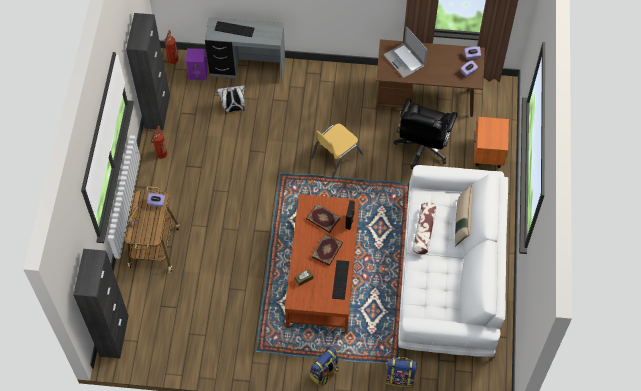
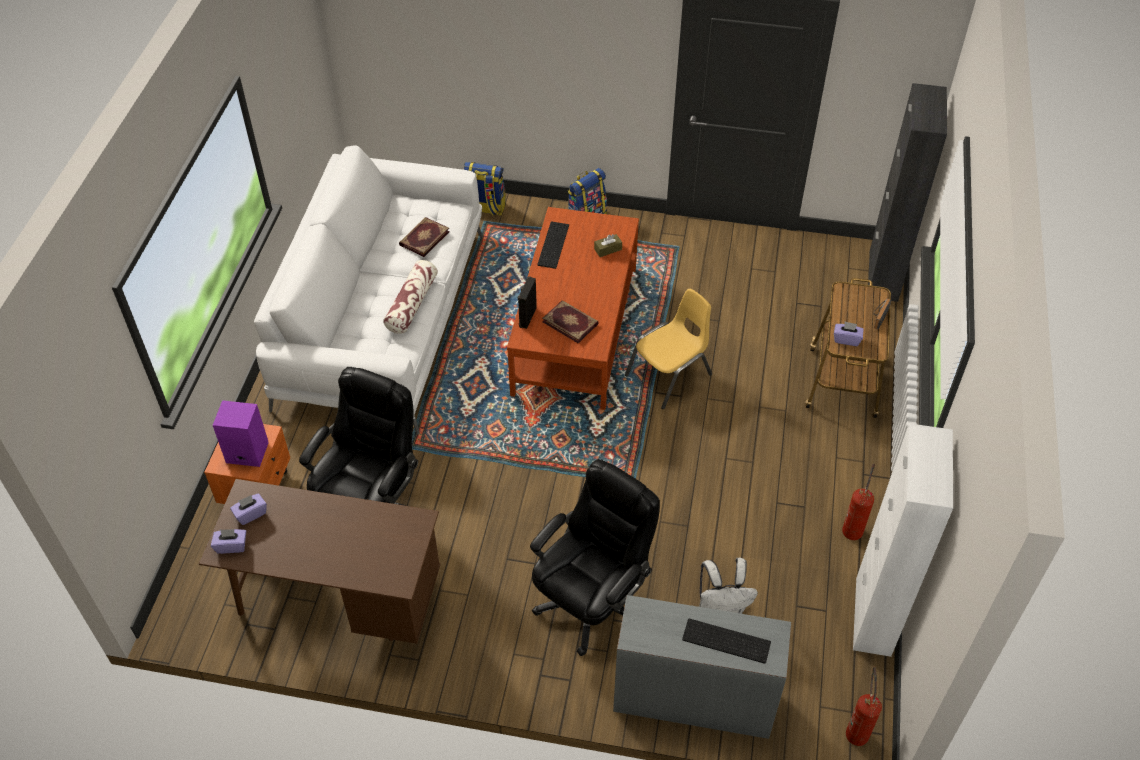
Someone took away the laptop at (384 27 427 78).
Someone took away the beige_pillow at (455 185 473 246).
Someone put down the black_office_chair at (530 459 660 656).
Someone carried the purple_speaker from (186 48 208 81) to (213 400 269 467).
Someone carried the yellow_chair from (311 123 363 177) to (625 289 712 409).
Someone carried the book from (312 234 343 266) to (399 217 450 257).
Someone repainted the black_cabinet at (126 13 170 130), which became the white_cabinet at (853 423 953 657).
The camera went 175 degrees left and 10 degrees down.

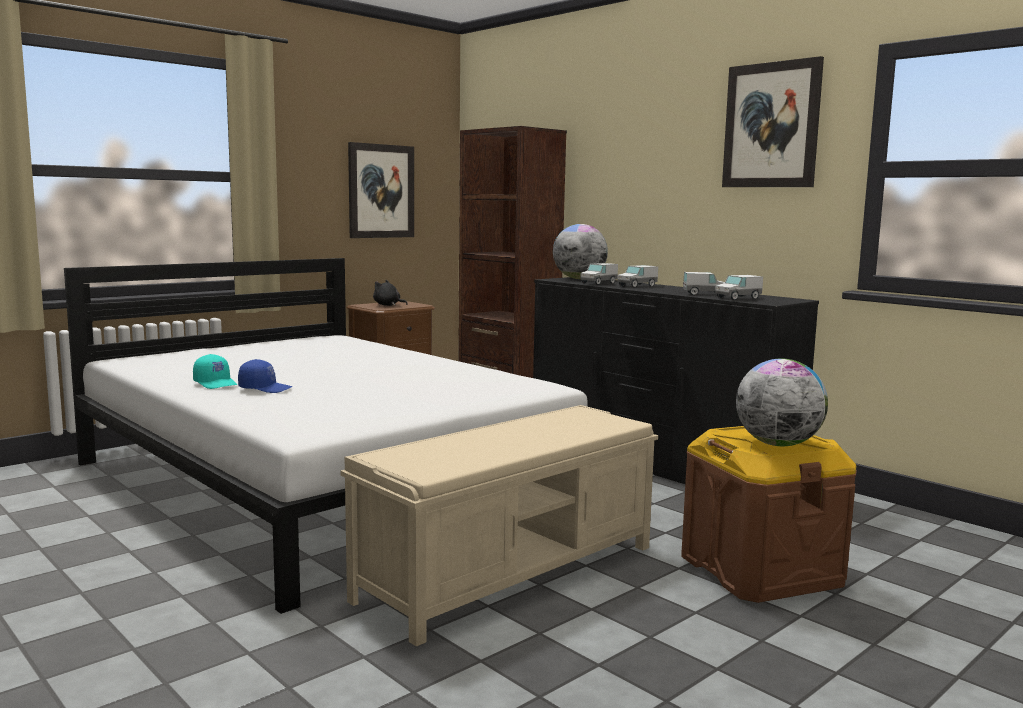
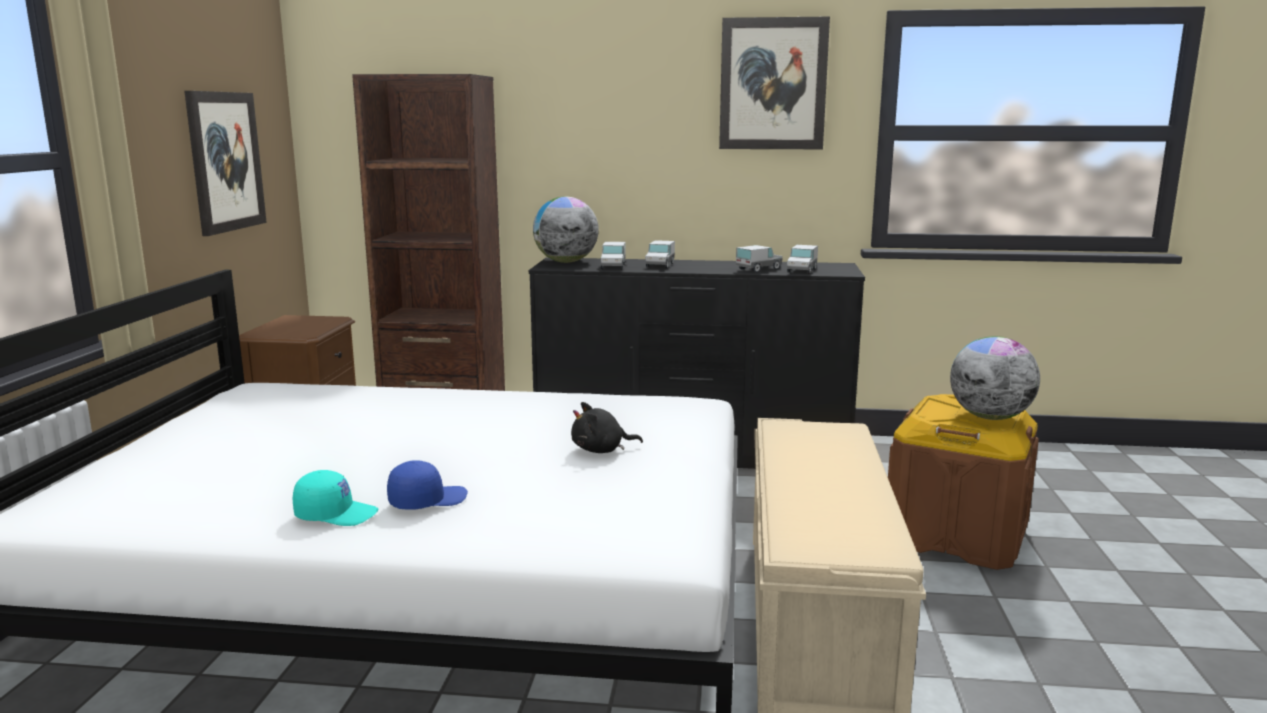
Someone carried the black_plush_toy from (373 280 408 306) to (571 402 643 453).
The camera went 40 degrees left and 5 degrees up.

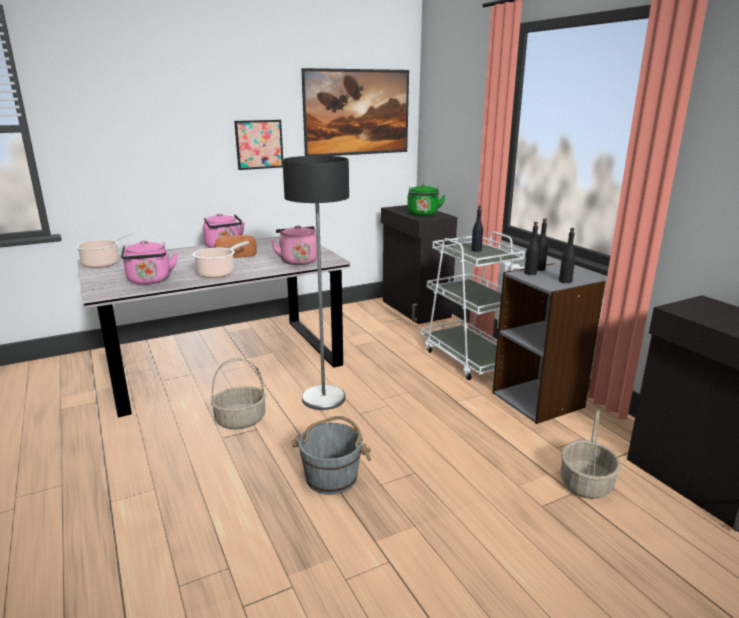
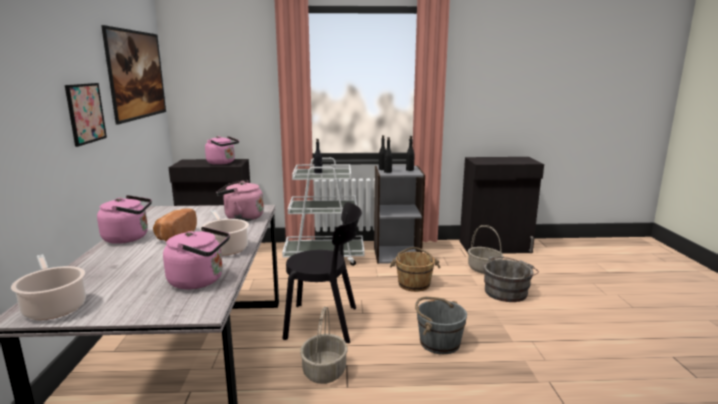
Someone put down the brown_bucket at (390 247 441 292).
Someone put down the grey_bucket at (483 256 539 302).
Someone swapped the floor_lamp at (282 156 349 410) for the black_chair at (283 202 362 343).
Someone repainted the green_kettle at (407 184 446 216), which became the pink_kettle at (205 136 239 165).
The camera went 65 degrees left and 5 degrees down.

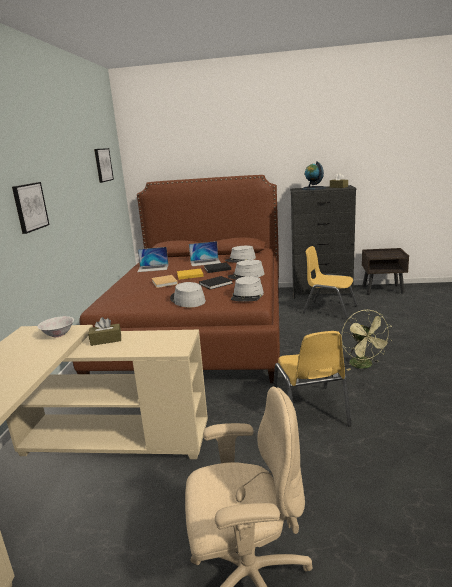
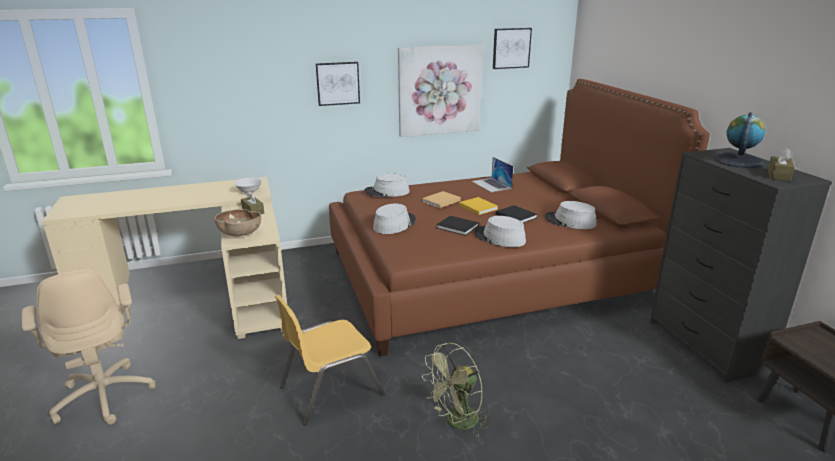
Someone took away the laptop at (189 241 221 266).
Someone took away the yellow_chair at (302 246 358 319).
Someone put down the brown_bowl at (214 209 261 236).
Someone put up the picture at (398 44 483 137).
Someone carried the grey_hat from (231 276 264 302) to (365 174 410 197).
The camera went 65 degrees right and 5 degrees up.

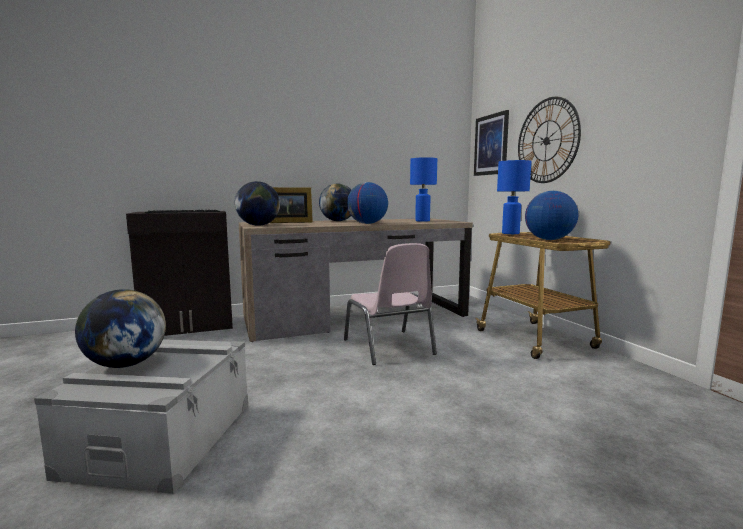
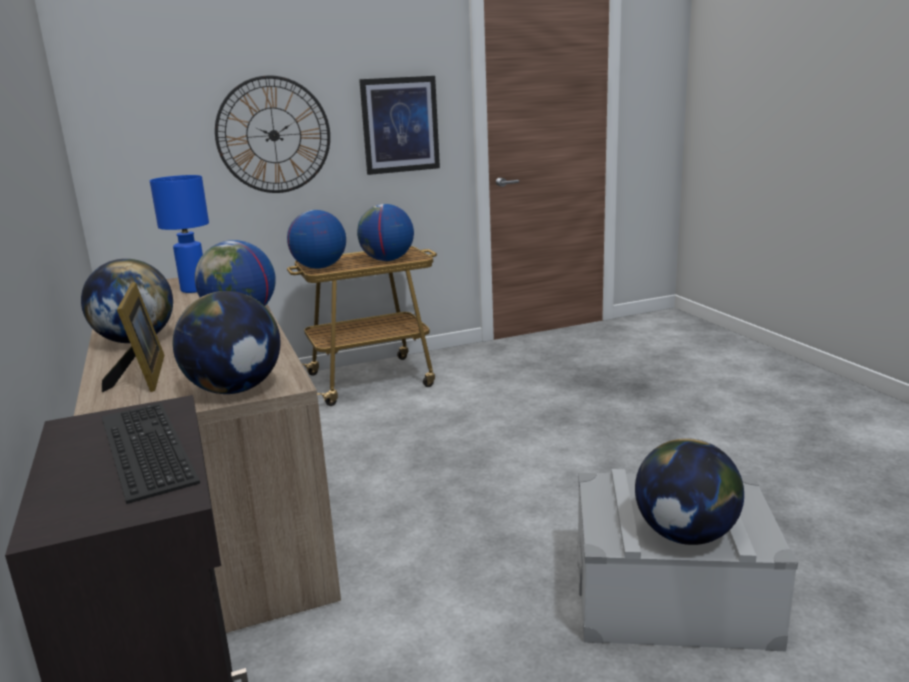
Someone took away the pink_chair at (344 243 437 365).
Someone carried the picture from (474 110 509 176) to (359 76 440 175).
Someone swapped the blue_table_lamp at (497 160 531 234) for the globe at (287 210 346 269).
The camera went 90 degrees left and 10 degrees up.

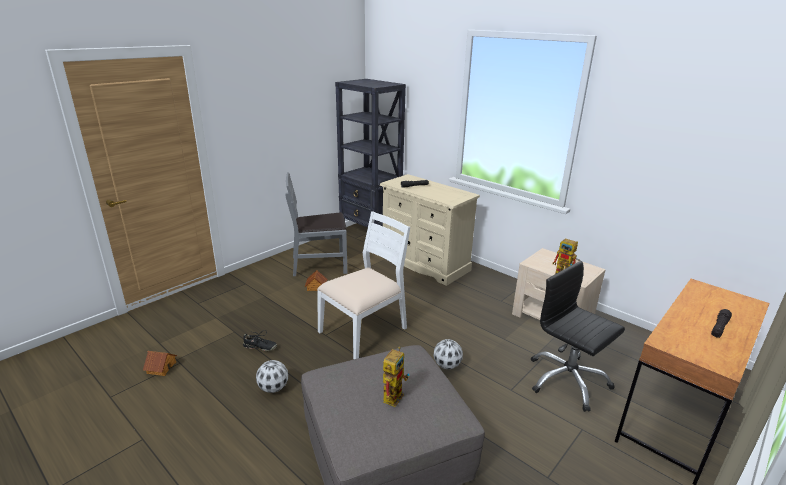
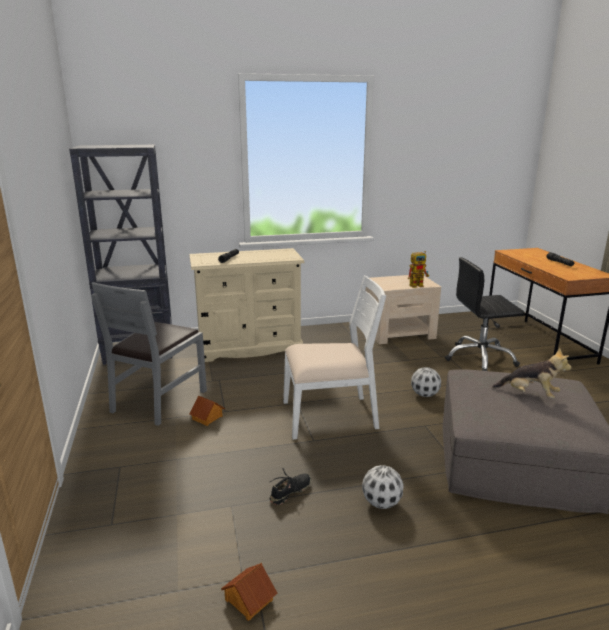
Someone swapped the toy_robot at (383 346 410 407) for the plush_toy at (492 348 572 398).
Someone rotated the white_chair at (317 211 410 359) by 90 degrees clockwise.
The camera went 55 degrees left and 5 degrees down.

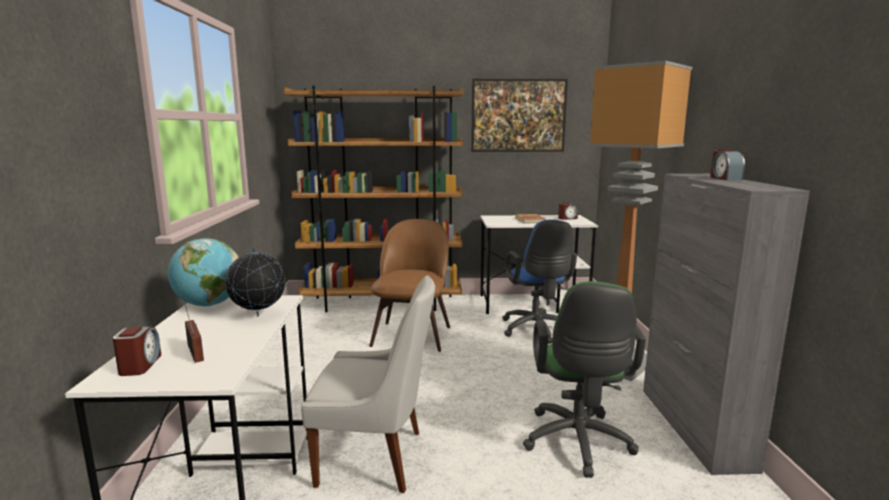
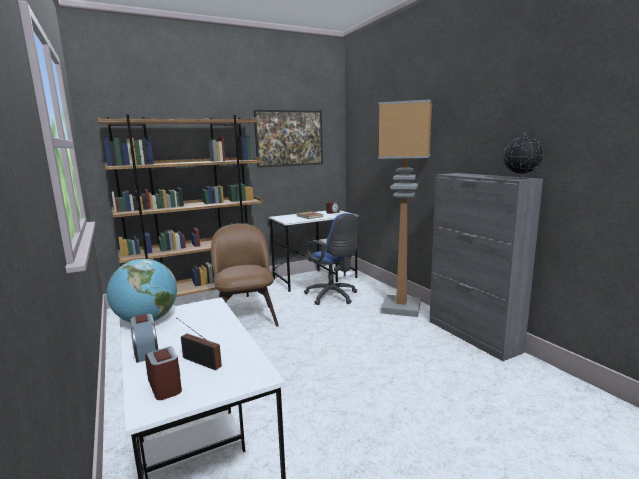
Someone took away the white_chair at (301 275 435 493).
Someone took away the green_office_chair at (523 281 646 478).
Someone carried the globe from (225 246 286 317) to (503 132 543 179).
Someone carried the alarm_clock from (710 149 745 180) to (130 314 158 363).
The camera went 25 degrees left and 0 degrees up.

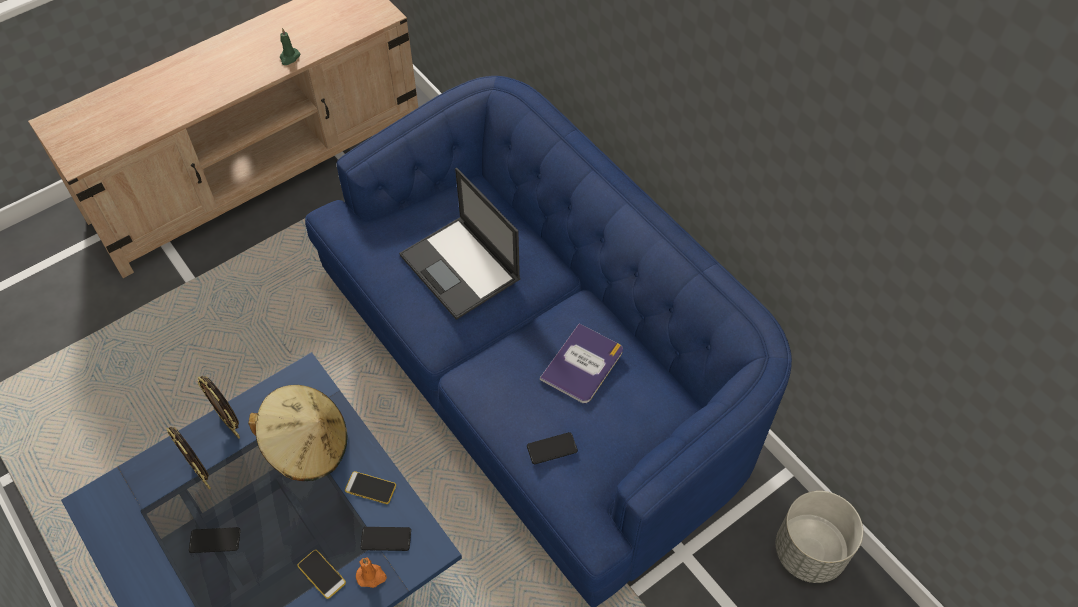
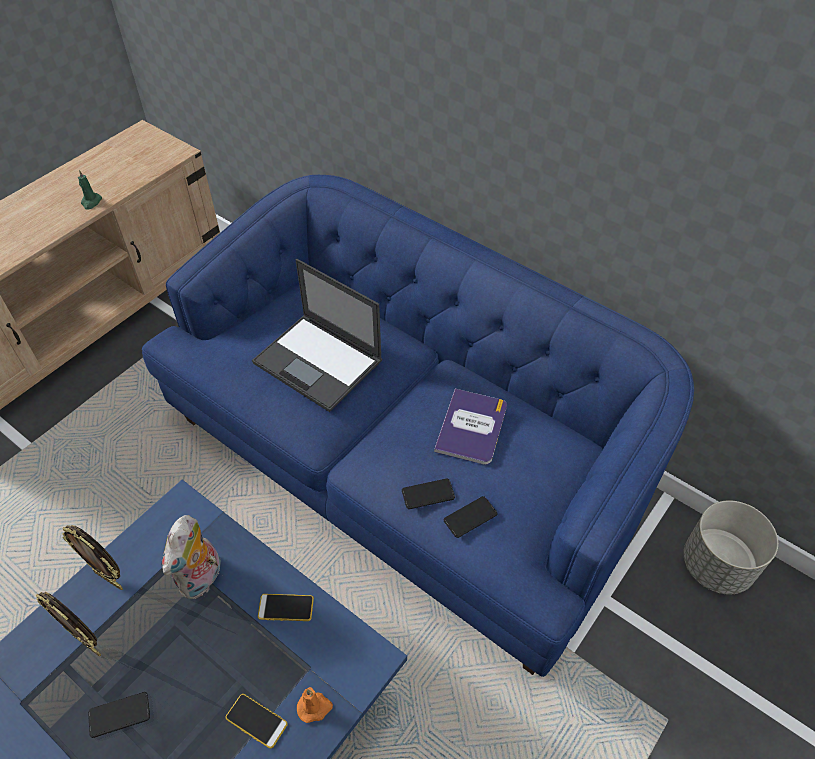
Someone carried the phone from (360 527 411 551) to (402 478 455 509).
Someone swapped the beige_hat at (248 385 347 481) for the plush_toy at (162 515 223 599).
The camera went 15 degrees left and 5 degrees down.

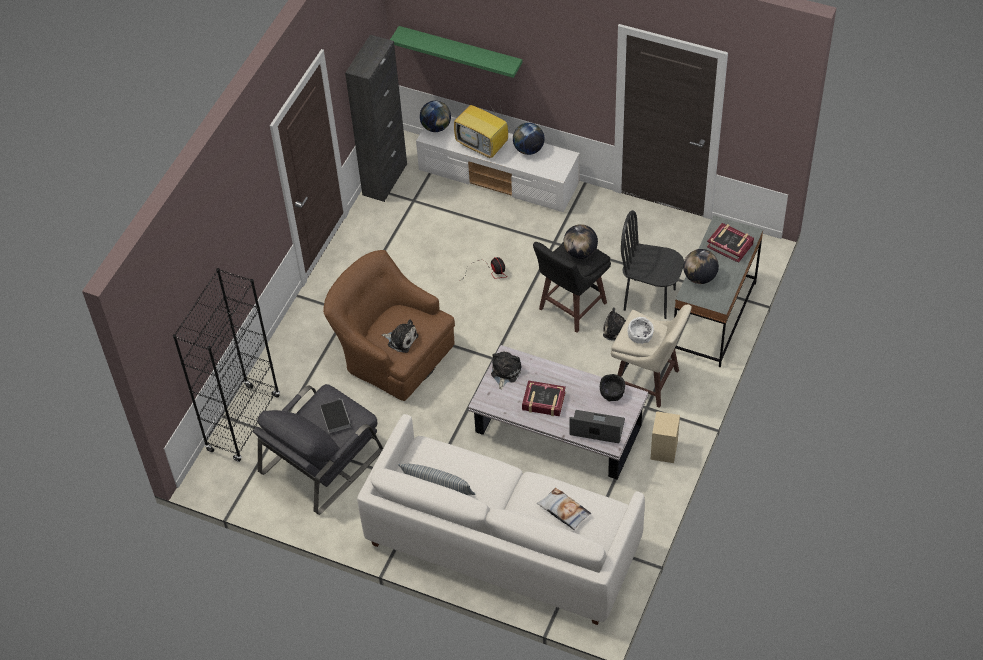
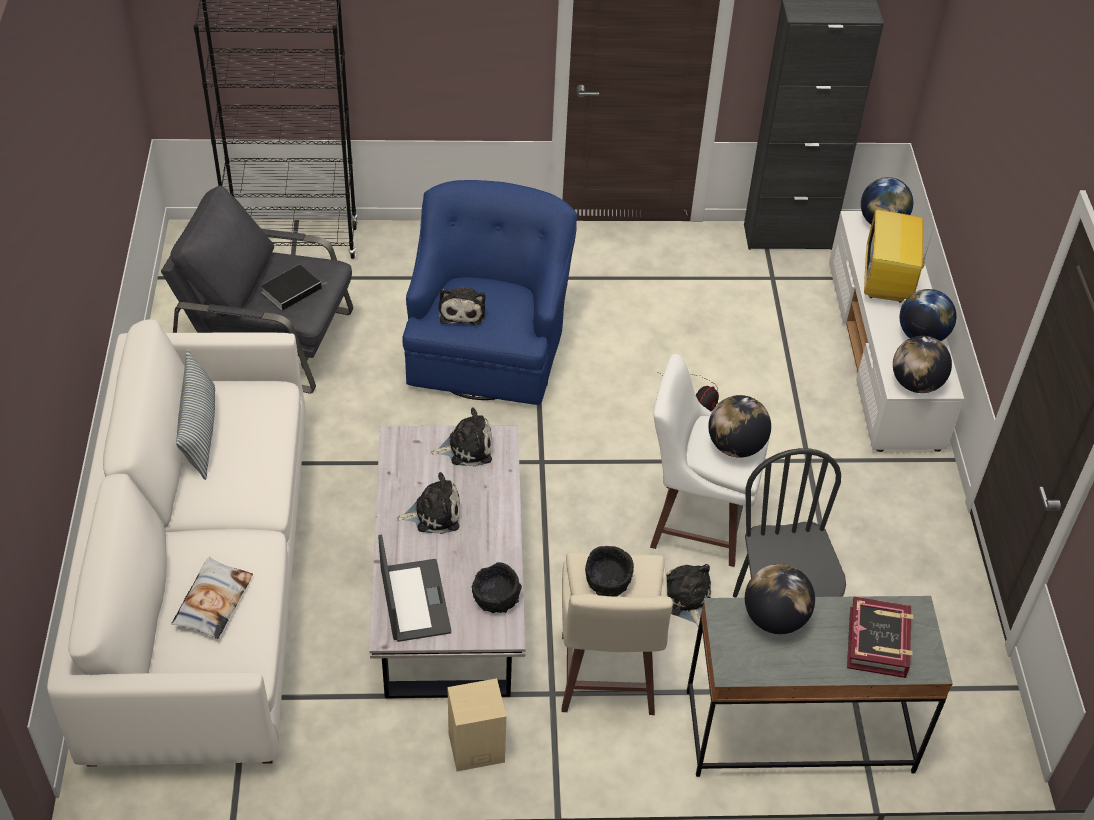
Someone took away the green_shelf at (390 26 522 78).
Someone put down the globe at (893 336 952 393).
Someone swapped the book at (522 380 566 416) for the plush_toy at (396 472 460 534).
Someone repainted the brown_armchair at (323 250 455 401), which became the blue_armchair at (403 180 577 405).
Someone repainted the black_stool at (533 242 611 333), which became the white_stool at (650 354 770 567).
Someone repainted the white_bowl at (628 317 654 344), which became the black_bowl at (585 546 634 597).
The camera went 60 degrees right and 5 degrees down.

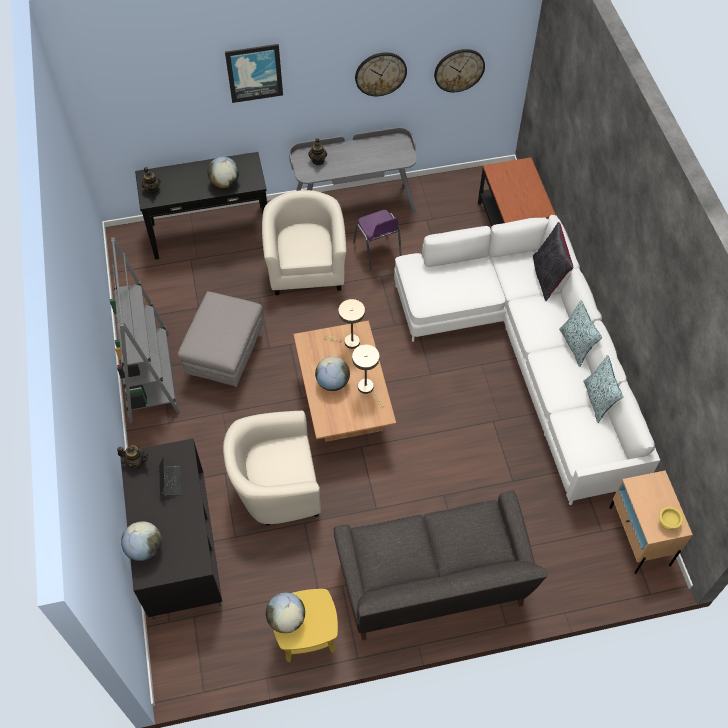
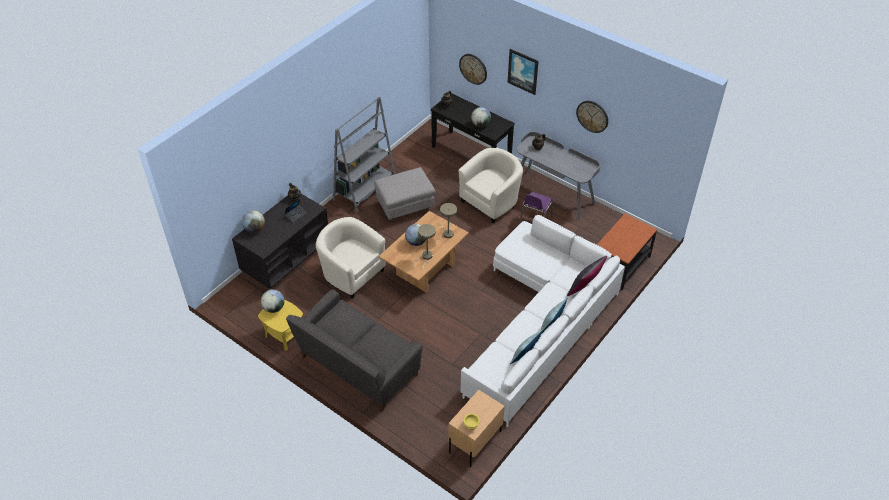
Someone carried the wall_clock from (434 49 485 92) to (459 54 487 85).
The camera went 50 degrees right and 10 degrees down.

